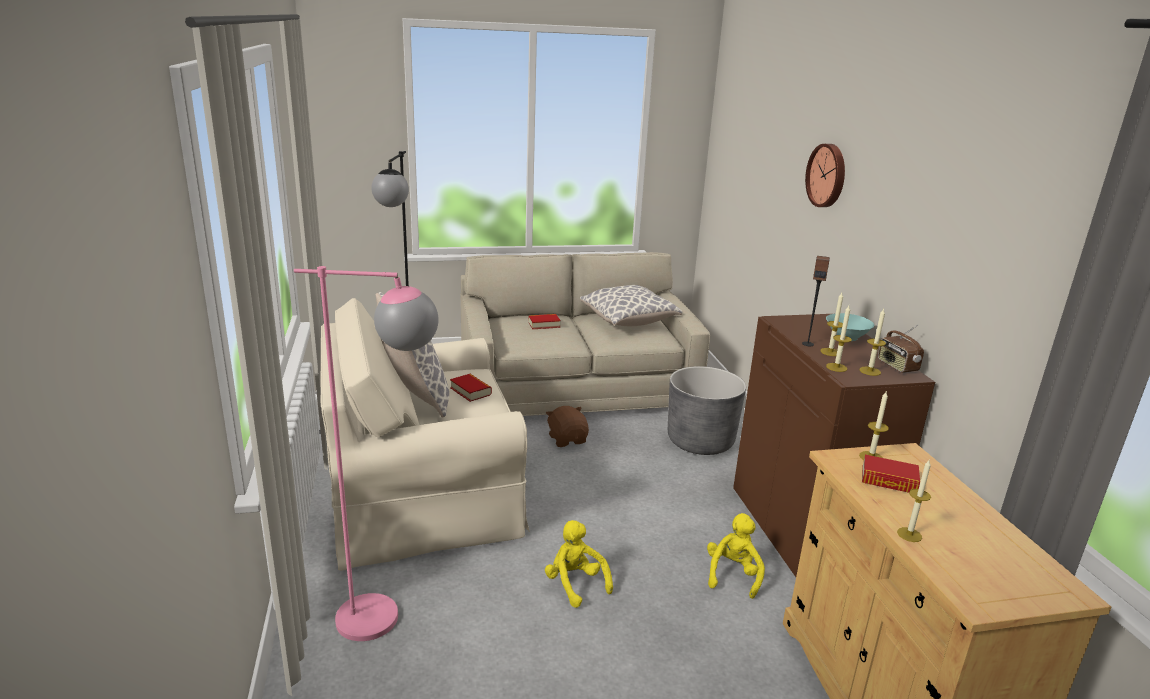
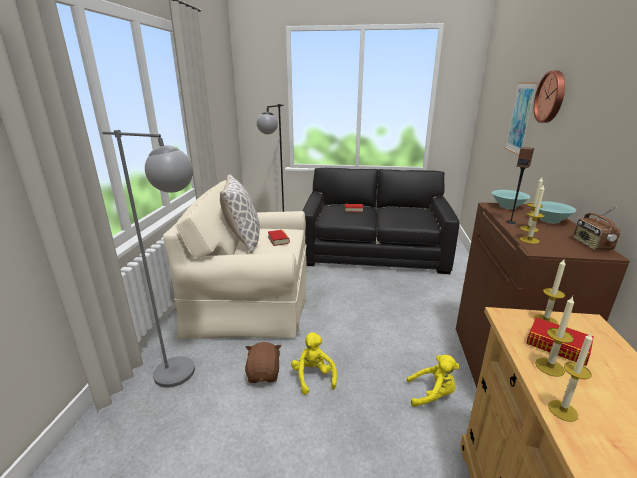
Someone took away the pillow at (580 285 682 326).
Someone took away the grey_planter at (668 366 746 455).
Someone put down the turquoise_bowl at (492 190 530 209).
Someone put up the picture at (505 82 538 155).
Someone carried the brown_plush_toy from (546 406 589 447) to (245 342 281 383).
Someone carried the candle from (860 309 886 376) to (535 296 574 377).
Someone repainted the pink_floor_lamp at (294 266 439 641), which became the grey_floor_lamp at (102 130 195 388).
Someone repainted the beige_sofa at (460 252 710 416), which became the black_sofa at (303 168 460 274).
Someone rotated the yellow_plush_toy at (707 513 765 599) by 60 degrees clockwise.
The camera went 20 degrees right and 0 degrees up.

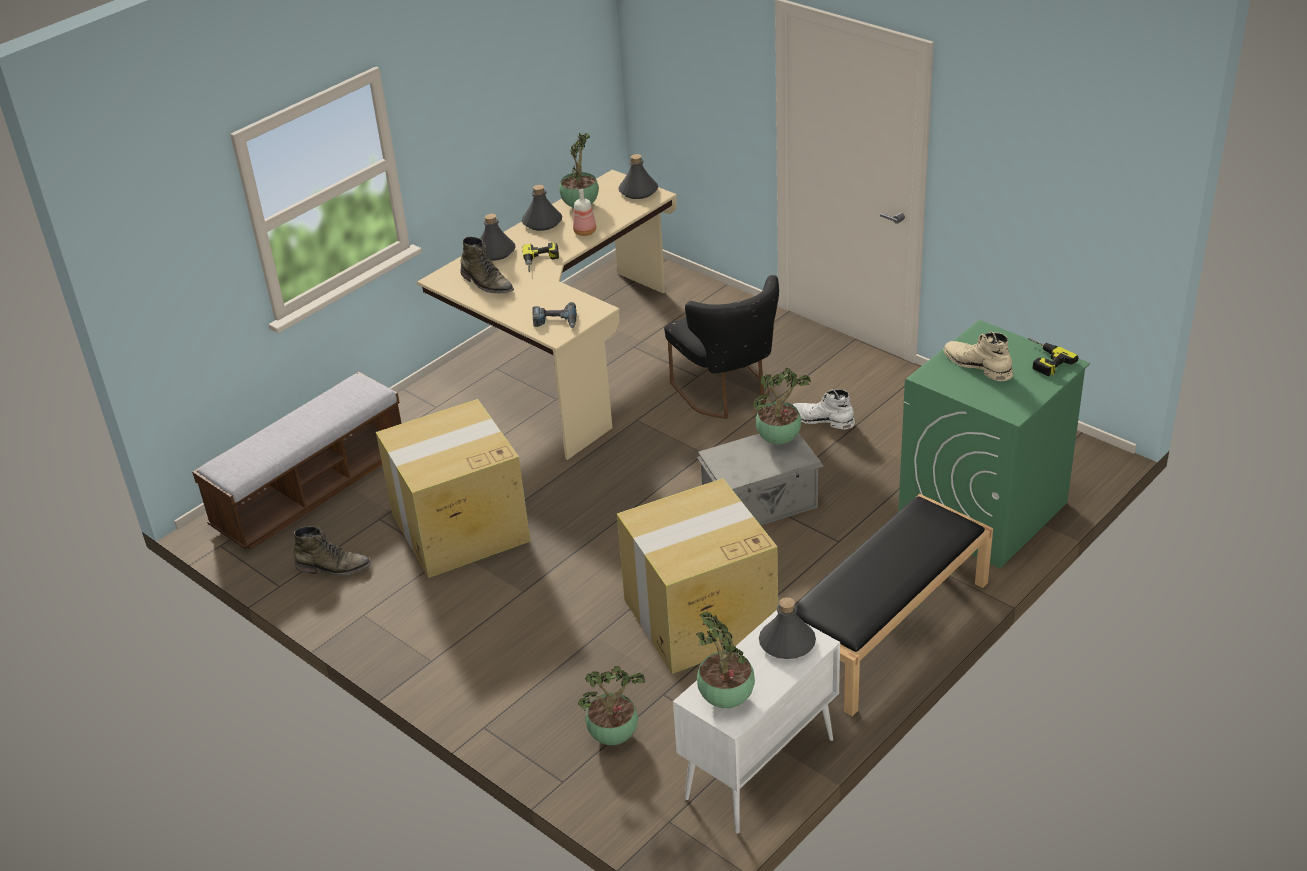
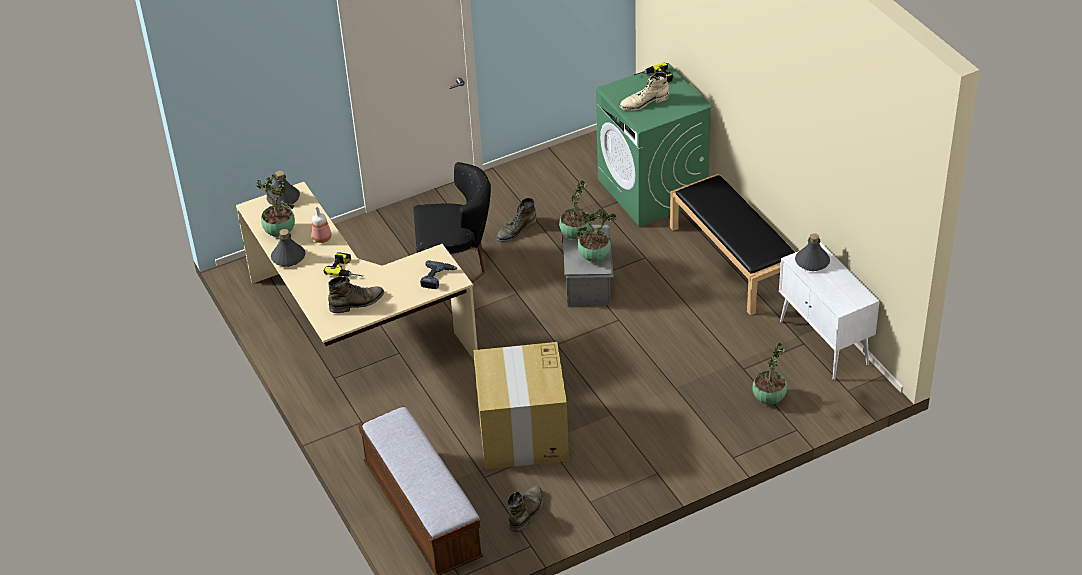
Someone took away the grey_bottle at (480 214 516 261).
Someone took away the cardboard_box at (617 478 778 674).
Someone carried the potted_plant from (696 612 755 708) to (576 209 617 262).
Someone repainted the white_boot at (792 389 855 429), which became the green_boot at (496 198 537 242).
The camera went 70 degrees left and 5 degrees up.

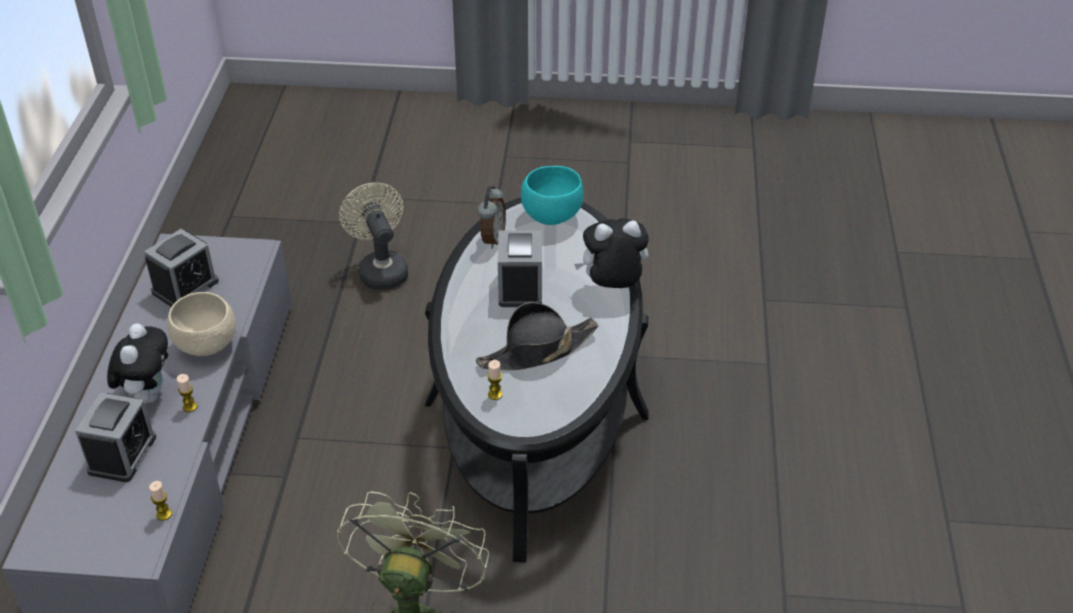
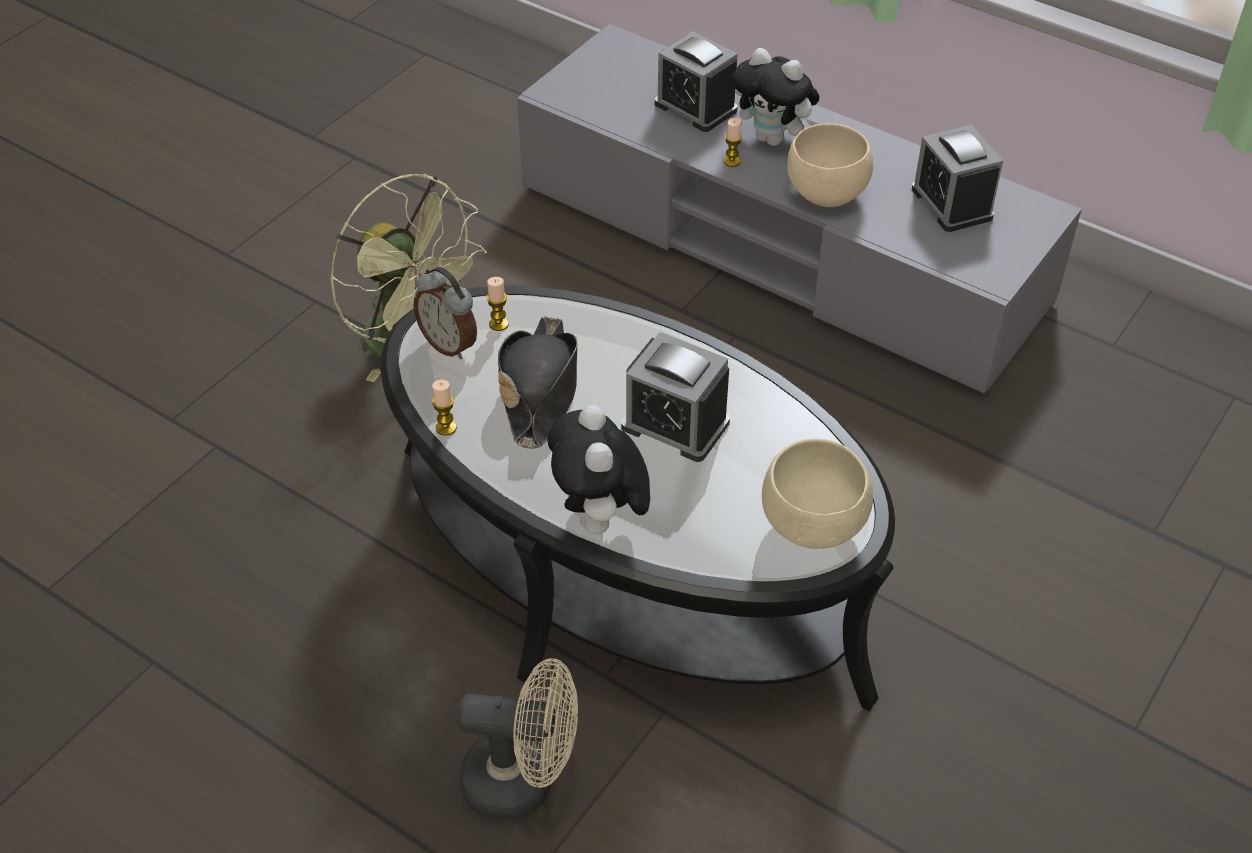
Someone carried the candle from (149 481 172 520) to (432 380 457 436).
Someone carried the beige_fan from (339 183 408 290) to (457 658 578 820).
Someone carried the alarm_clock from (478 186 506 249) to (413 267 477 359).
Someone repainted the turquoise_bowl at (521 166 583 225), which became the beige_bowl at (762 439 873 549).
Someone rotated the plush_toy at (574 219 649 288) by 150 degrees clockwise.
The camera went 120 degrees right and 5 degrees up.

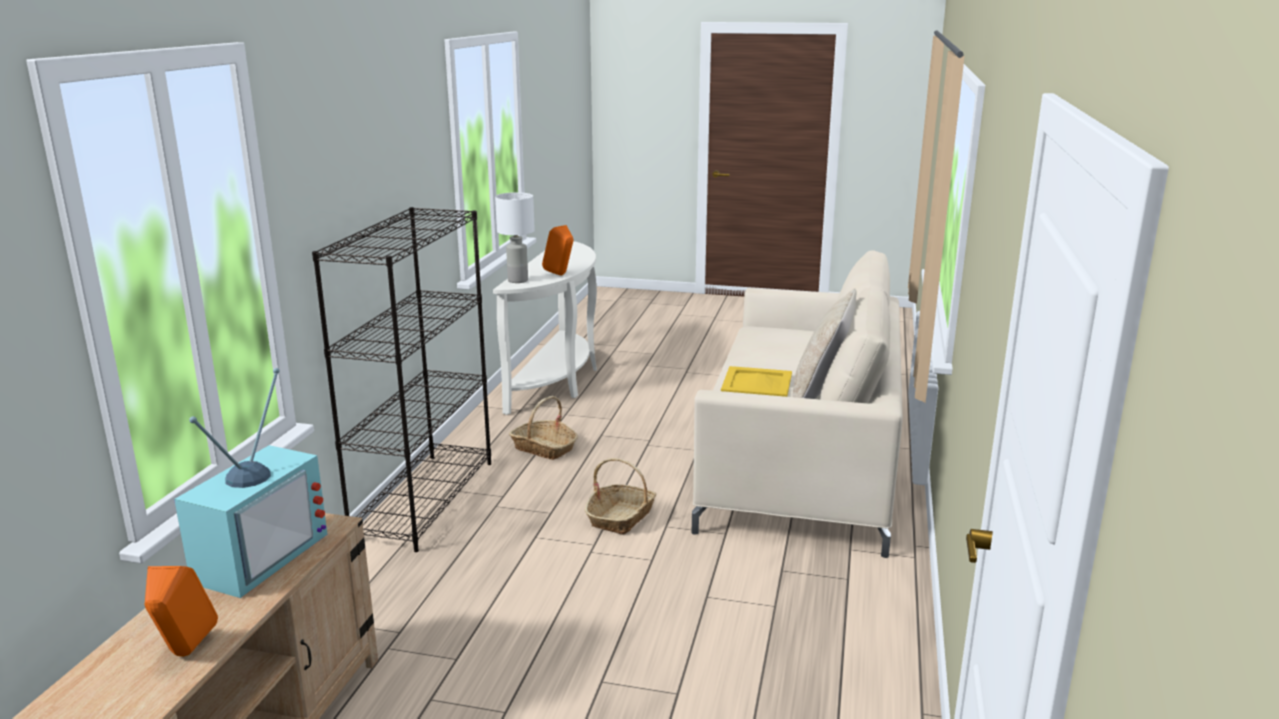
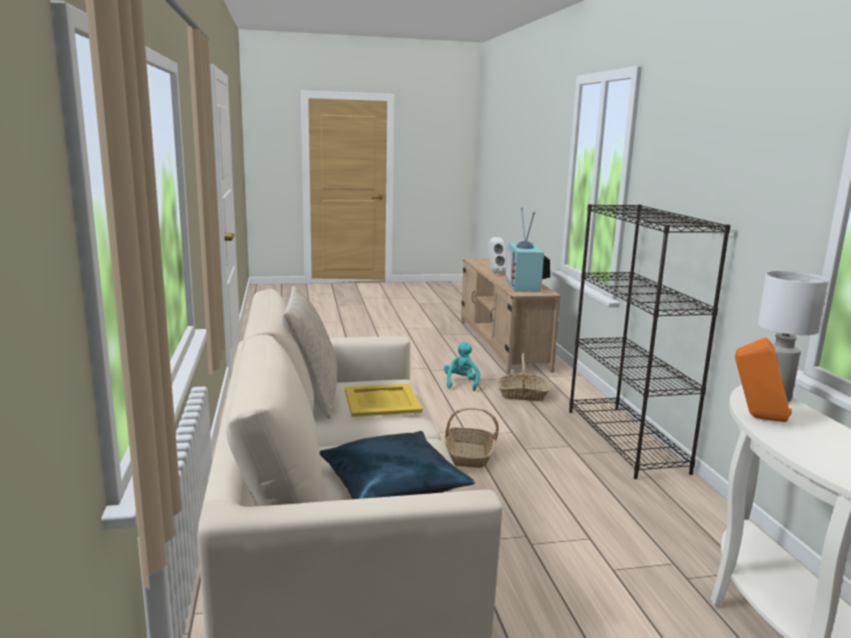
Someone put down the blue_pillow at (320 431 475 499).
Someone put down the turquoise_plush_toy at (444 342 480 391).
Someone carried the basket from (509 396 578 460) to (497 353 550 401).
Someone repainted the orange_speaker at (145 566 218 657), which became the white_speaker at (488 237 507 273).
The camera went 155 degrees right and 5 degrees down.

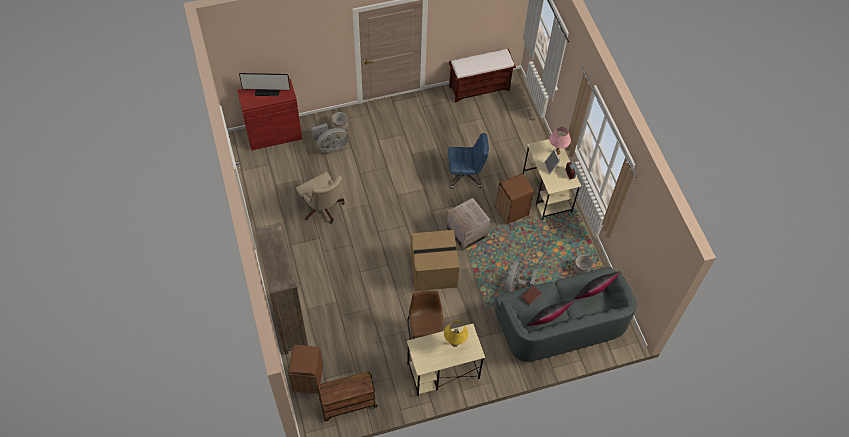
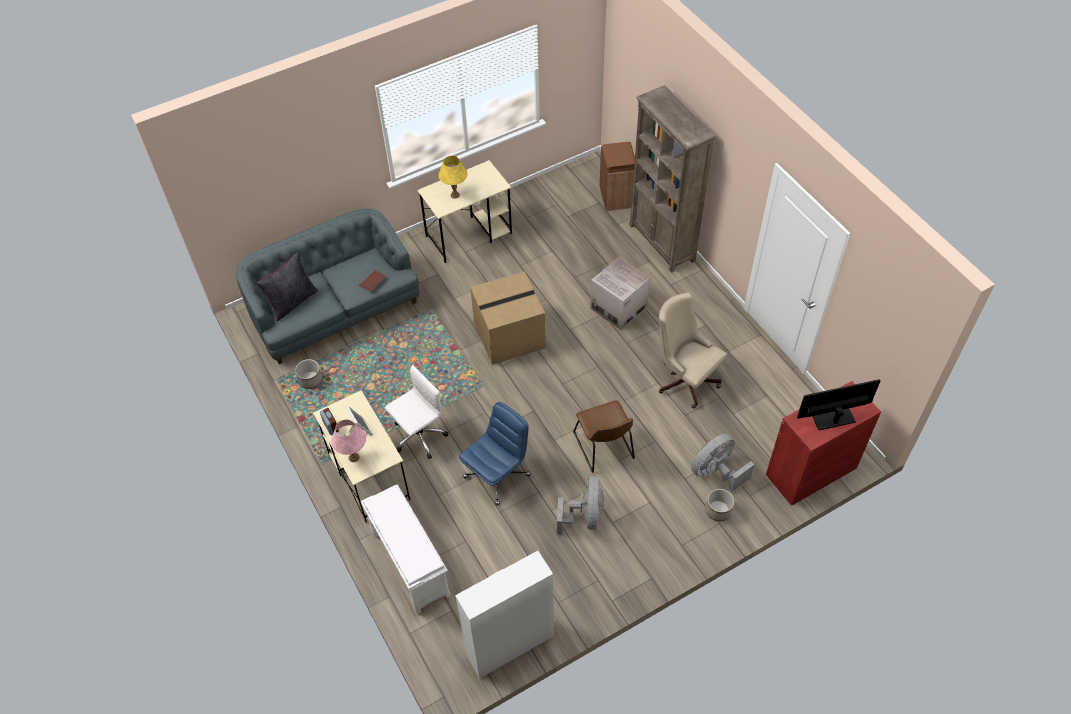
Someone took away the brown_cart at (317 371 378 421).
Someone took away the black_pillow at (527 301 573 326).
Someone put down the white_bench at (360 484 450 614).
Someone carried the brown_chair from (407 290 445 340) to (573 400 635 473).
Someone carried the cardboard_box from (446 198 490 251) to (590 257 650 330).
Someone carried the grey_fan from (503 260 538 293) to (557 476 604 534).
Someone swapped the brown_bench at (449 49 516 102) for the cabinet at (455 551 554 678).
Someone swapped the brown_trash_can at (496 173 534 224) for the white_office_chair at (385 365 448 459).
Someone rotated the blue_office_chair at (448 133 489 189) by 150 degrees clockwise.
The camera went 170 degrees right and 5 degrees down.

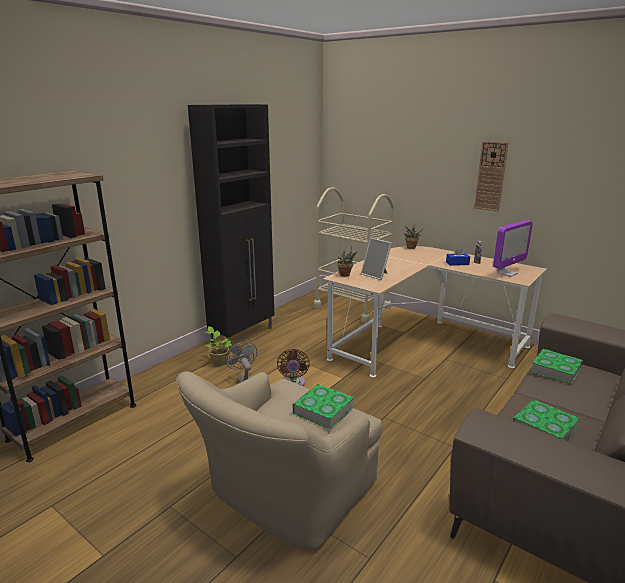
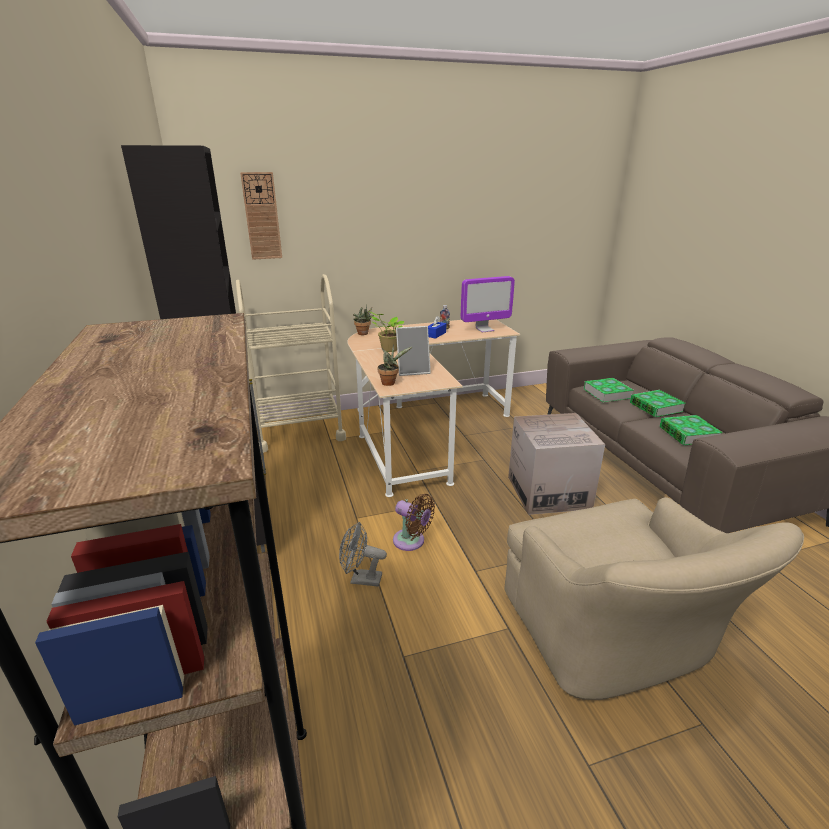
Someone put down the cardboard_box at (508 413 605 515).
Someone carried the potted_plant from (205 326 232 366) to (368 311 404 352).
Someone carried the book from (293 384 354 430) to (630 390 686 417).
Someone carried the wall_clock from (474 141 509 212) to (240 172 282 260).
Someone rotated the monitor at (493 220 533 277) by 75 degrees clockwise.
The camera went 55 degrees left and 5 degrees up.

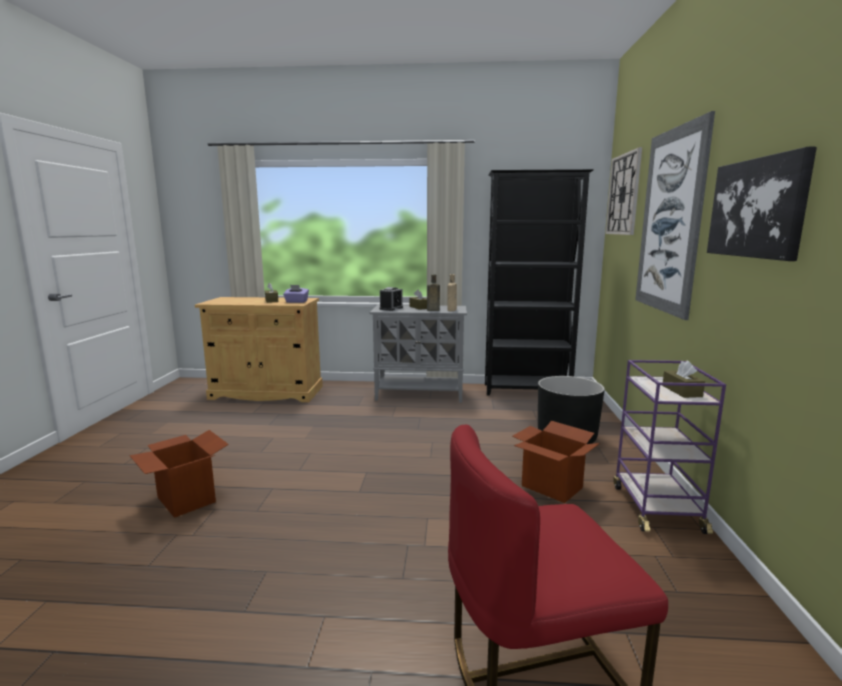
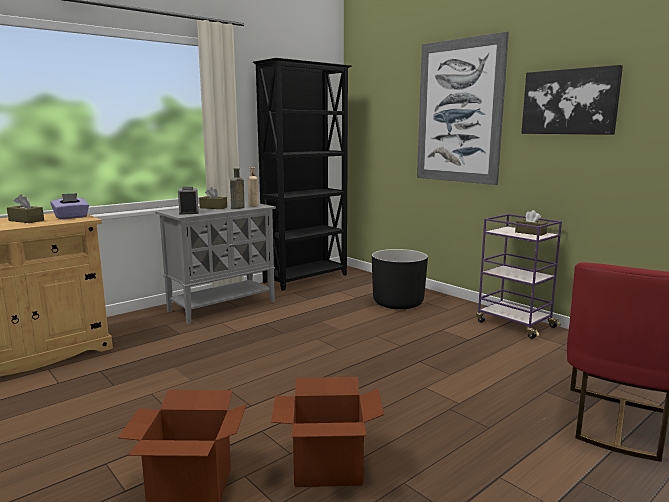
Someone took away the wall_clock at (606 147 642 235).
Someone carried the cardboard_box from (512 421 600 503) to (271 377 384 487).
The camera went 45 degrees left and 0 degrees up.

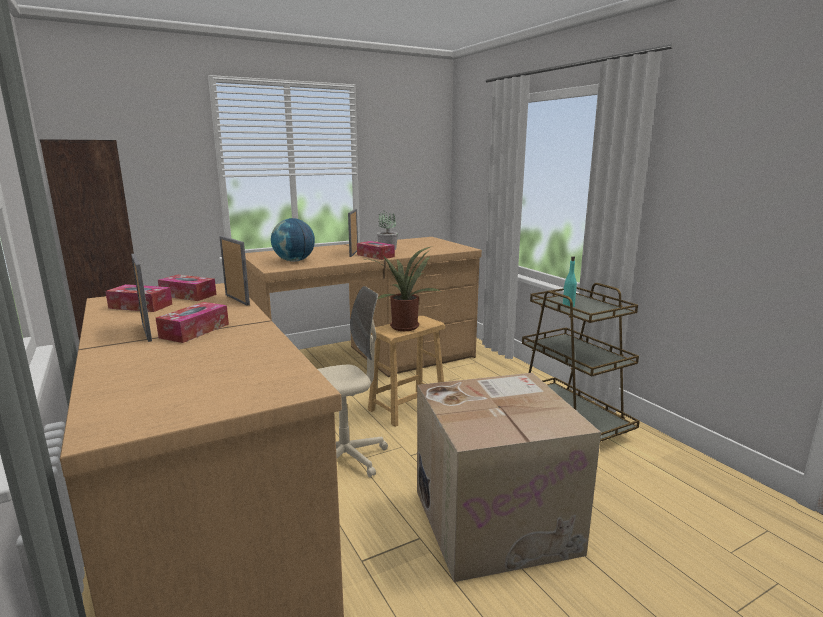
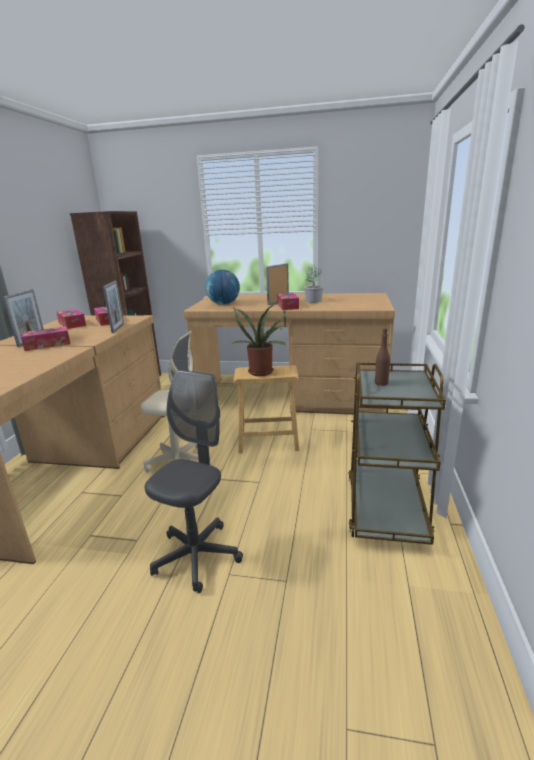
Someone swapped the cardboard_box at (417 373 601 582) for the grey_office_chair at (145 370 243 593).
Someone repainted the turquoise_bottle at (563 256 577 307), which became the brown_bottle at (375 328 390 386).
The camera went 40 degrees right and 5 degrees up.

